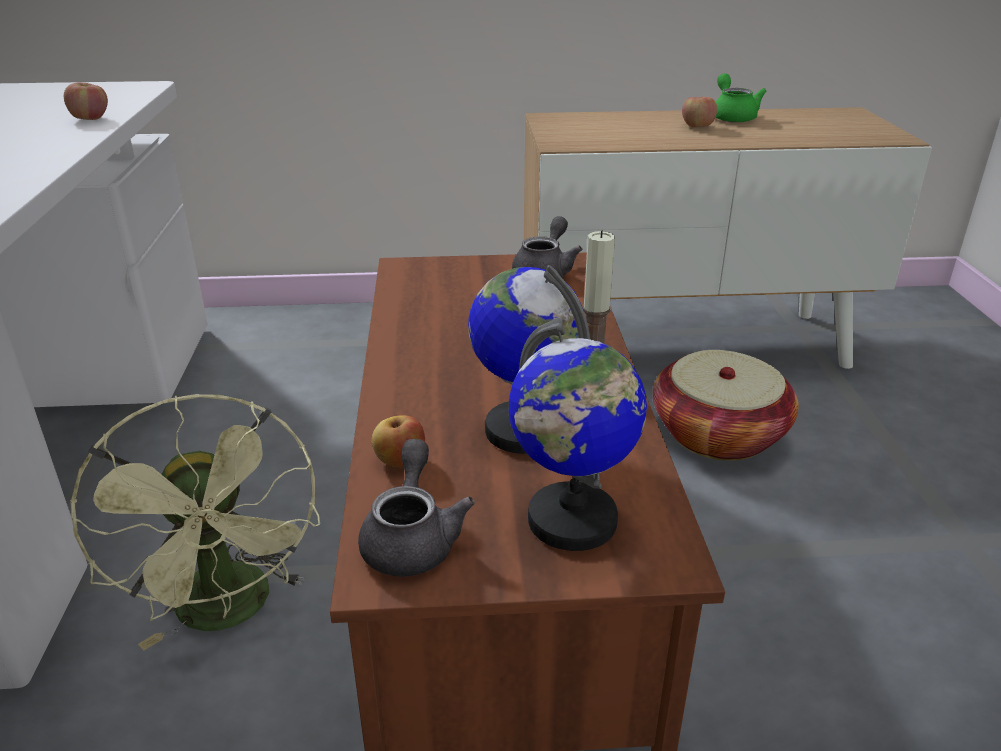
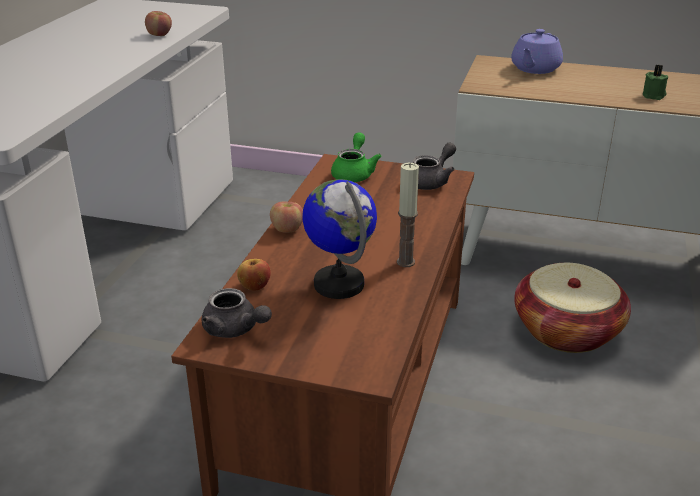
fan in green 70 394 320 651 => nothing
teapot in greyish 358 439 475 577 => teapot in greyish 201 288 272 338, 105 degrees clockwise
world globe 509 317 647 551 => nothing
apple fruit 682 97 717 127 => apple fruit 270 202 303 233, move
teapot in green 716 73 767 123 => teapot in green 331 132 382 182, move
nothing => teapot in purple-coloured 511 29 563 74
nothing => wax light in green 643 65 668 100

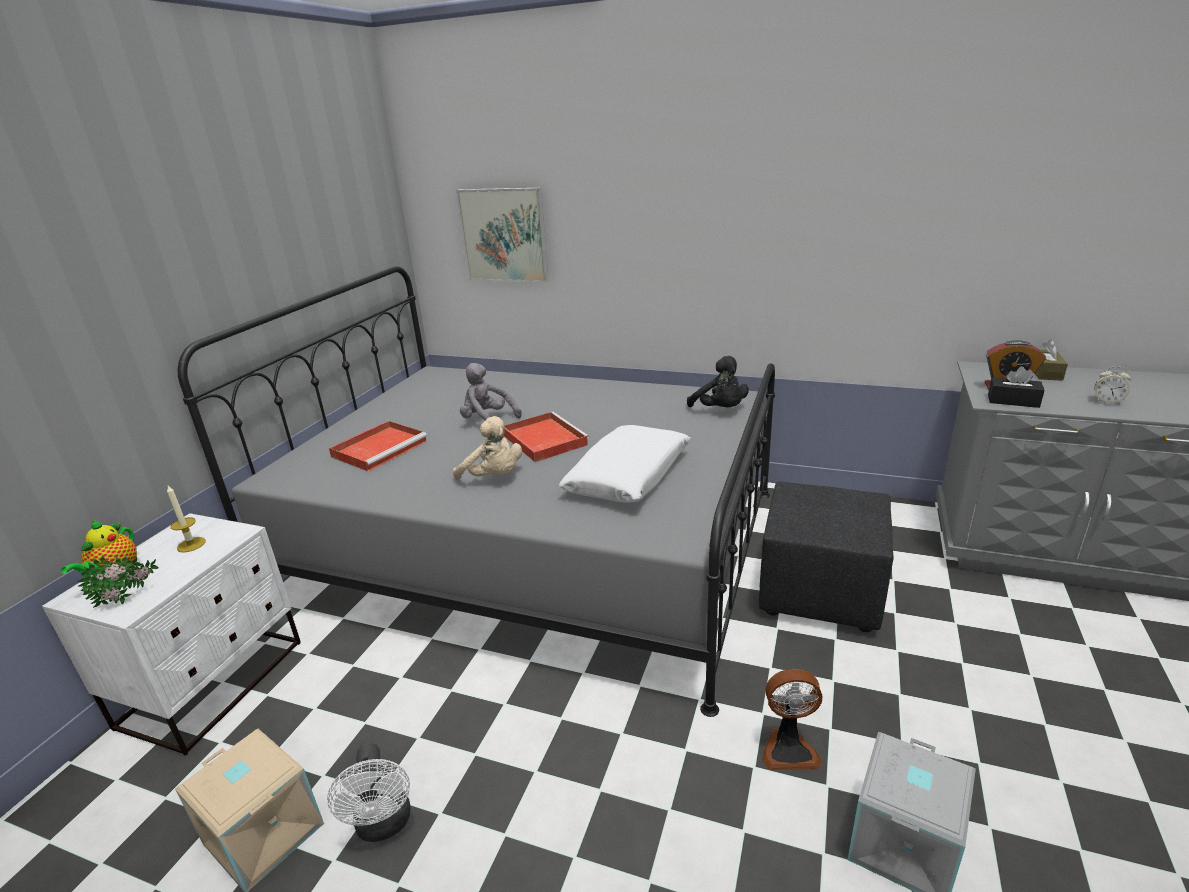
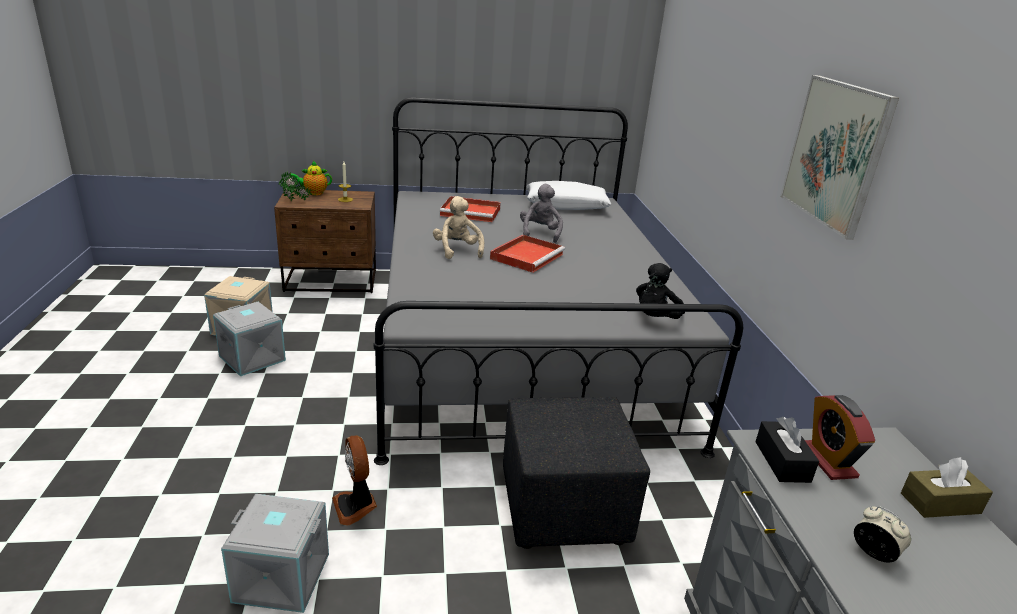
bedside table in whitish 42 513 301 755 => bedside table in brown 274 190 376 293
fan in whitish 327 743 411 842 => storage bin in greyish 213 302 286 377
cuddly toy in sand-coloured 453 416 522 480 => cuddly toy in sand-coloured 433 196 484 259, 150 degrees clockwise
wall picture 456 188 549 283 => wall picture 780 75 899 240, move
cushion in whitish 559 425 691 503 => cushion in whitish 527 181 611 210, move
alarm clock 1094 366 1132 405 => alarm clock 854 506 911 563, 135 degrees clockwise

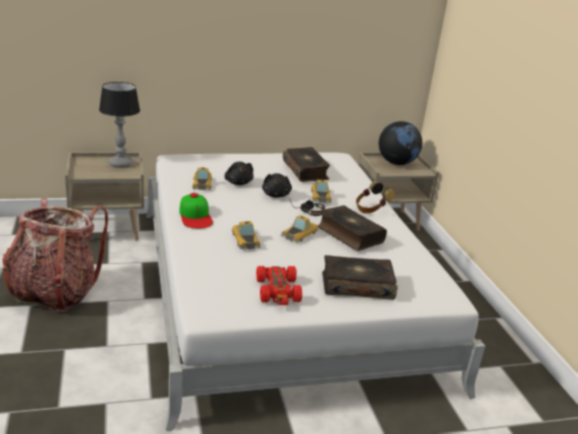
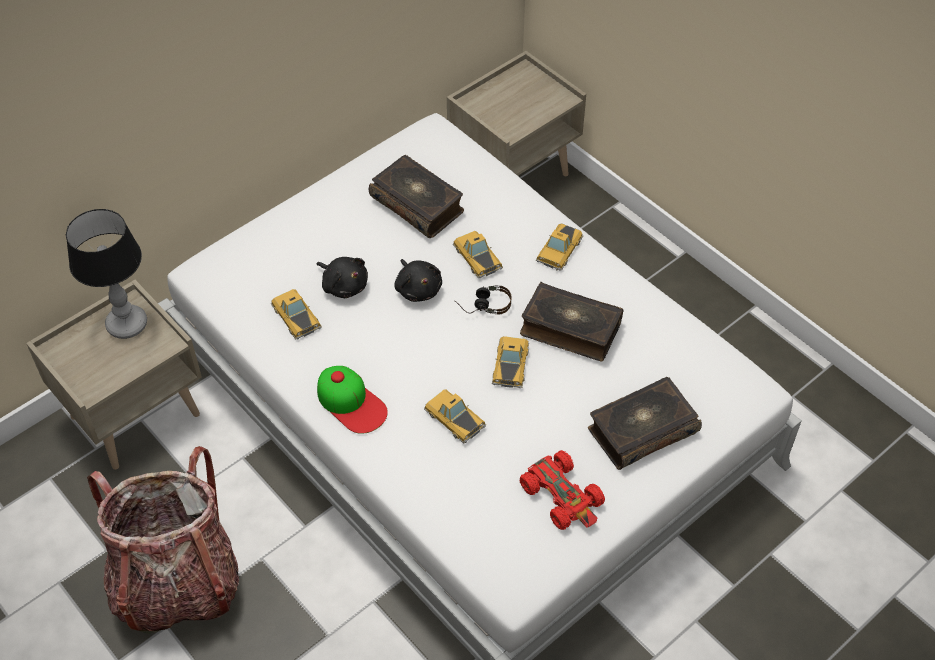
pair of headphones 356 181 395 214 => model car 536 223 583 271
world globe 379 121 422 165 => nothing

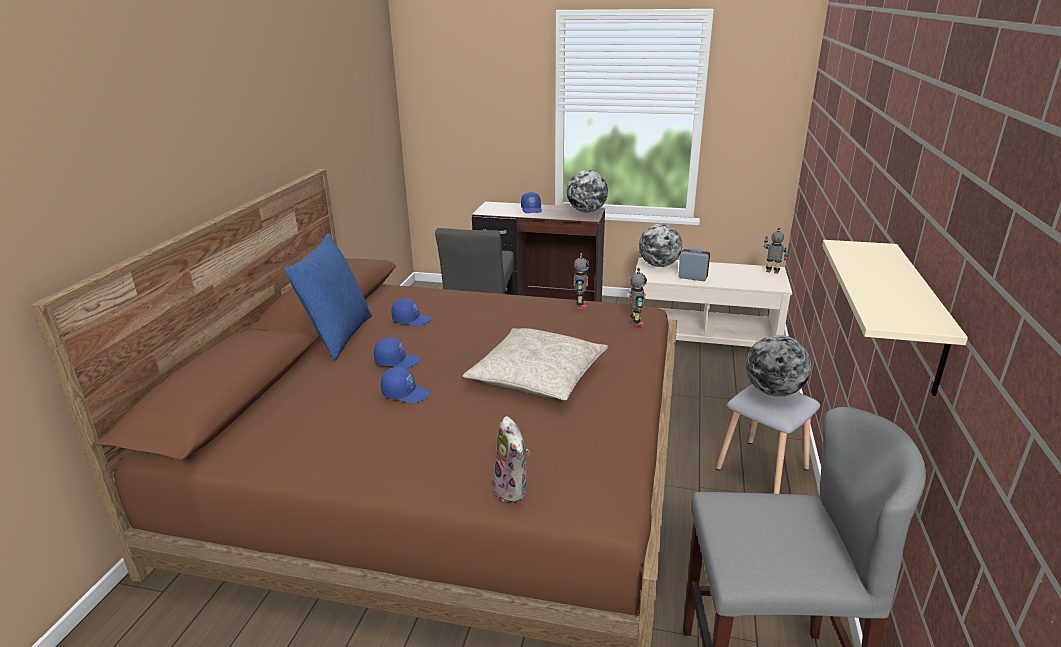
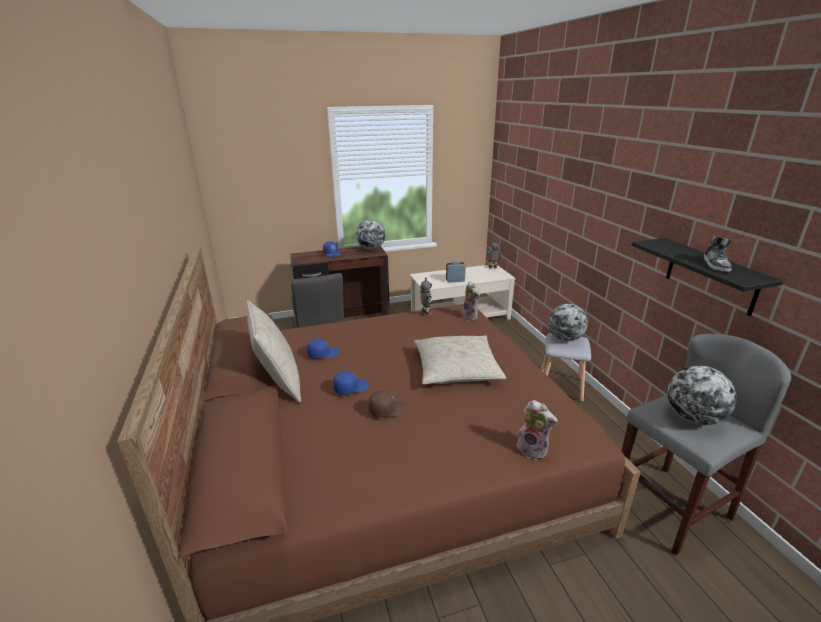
cushion in blue 284 233 372 360 => cushion in sand-coloured 247 300 301 402
peaked cap in blue 381 367 430 403 => peaked cap in brown 368 390 407 417
model robot 629 268 647 327 => cuddly toy 460 281 480 321
world globe 639 224 682 267 => world globe 667 366 737 425, move
shelf in sand-coloured 822 240 968 396 => shelf in black 631 238 783 316
nothing => low shoe 704 236 732 272

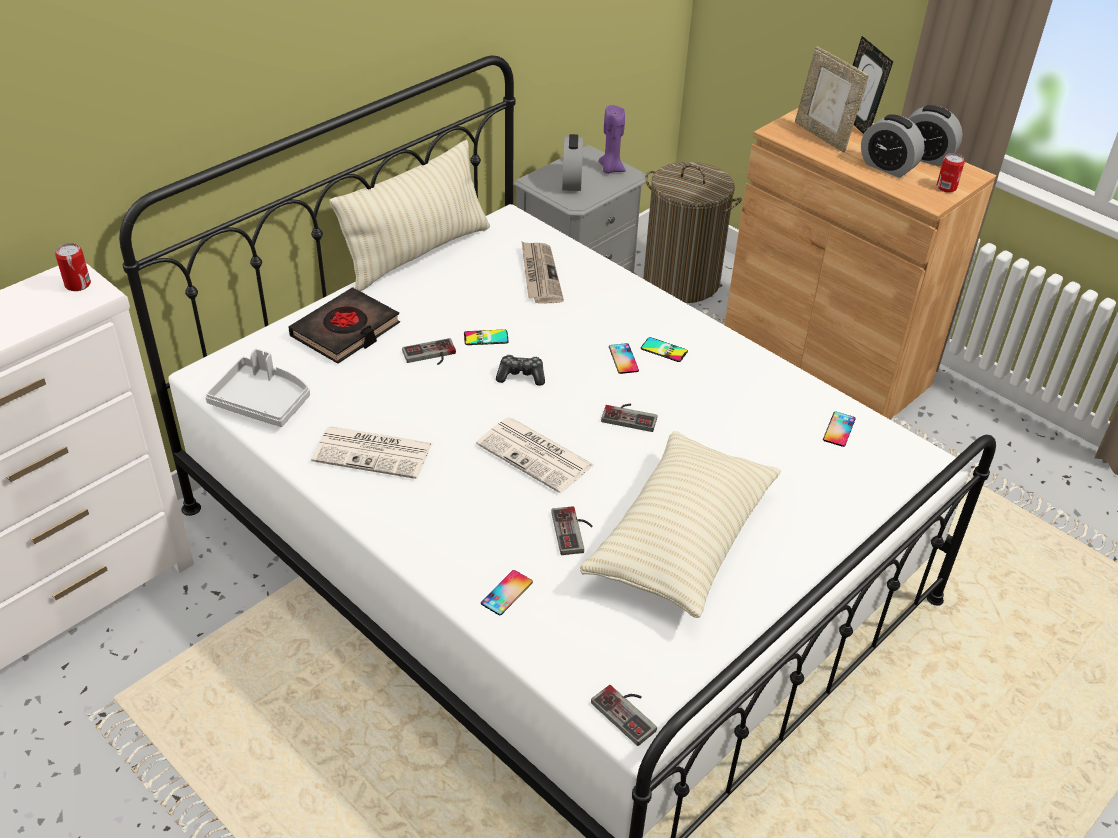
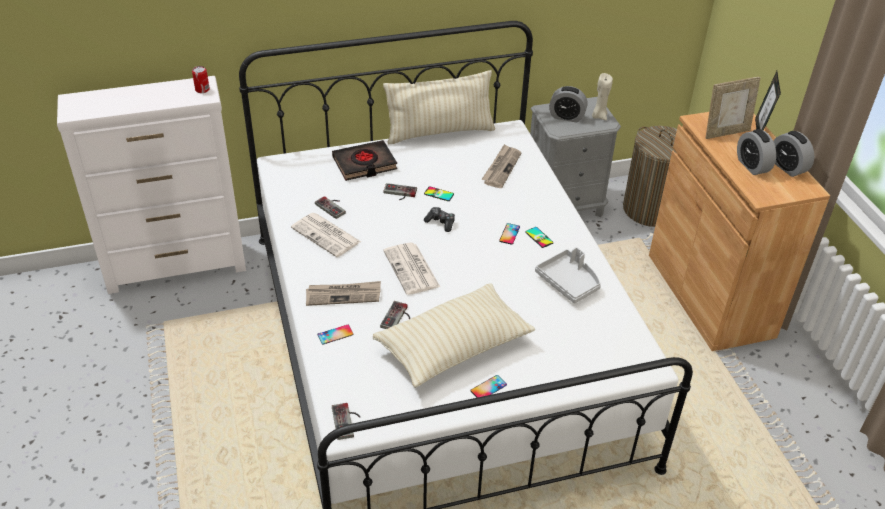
carrying tray in greyish 205 348 310 427 => carrying tray in greyish 535 247 601 303, move
alarm clock 562 134 583 191 => alarm clock 549 86 587 123, 105 degrees counterclockwise
wax light in purple-coloured 599 105 626 174 => wax light in sand-coloured 592 73 613 120
joypad 601 404 657 432 => joypad 315 196 346 219, move
standing frame 795 46 868 152 => standing frame 706 77 761 139, 105 degrees counterclockwise
phone 823 411 856 447 => phone 470 375 507 398, move
can 937 153 965 193 => nothing
nothing => printed paper 306 281 381 306

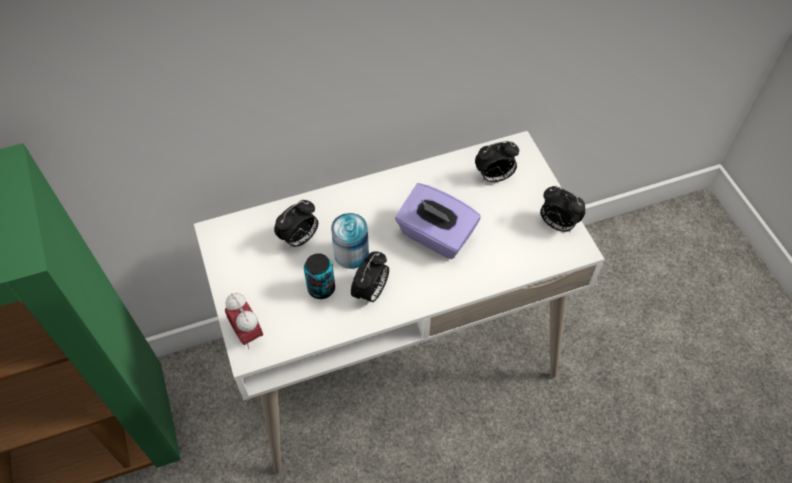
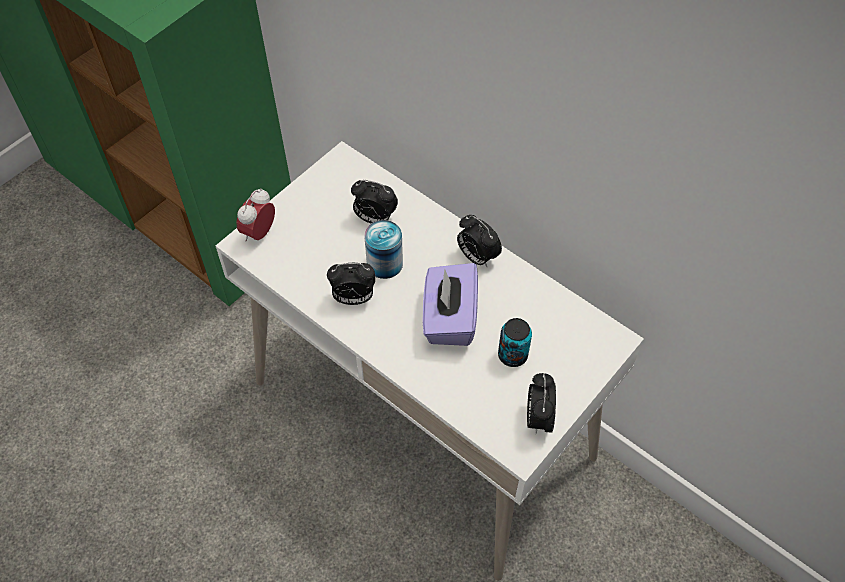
can 304 253 335 299 => can 498 318 532 367, move
alarm clock 475 141 519 182 => alarm clock 457 215 502 267, move

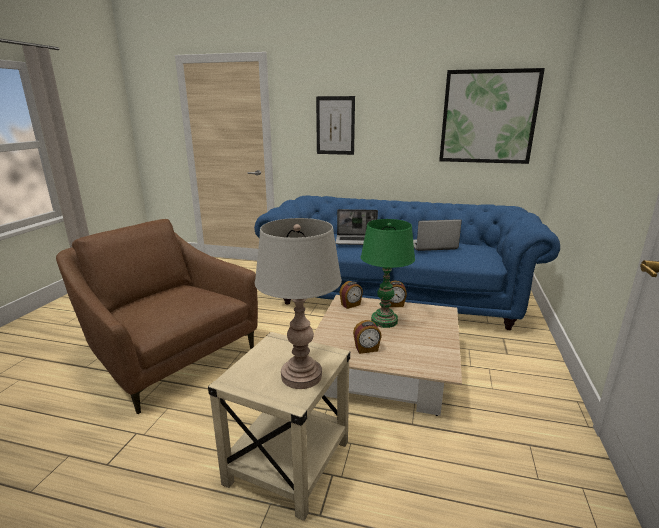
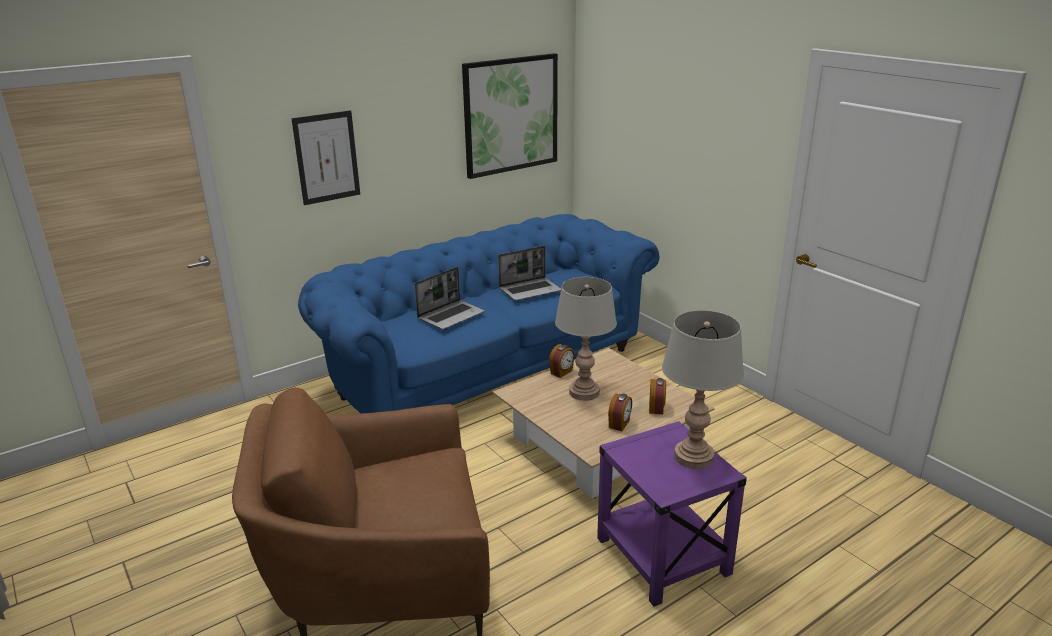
side table in sand-coloured 208 332 350 521 => side table in purple-coloured 597 421 747 607
alarm clock 340 281 363 309 => alarm clock 649 378 666 414, move
lamp for a table in green 361 219 415 328 => lamp for a table in greyish 555 277 617 401
laptop 413 219 462 251 => laptop 498 246 561 301, 150 degrees counterclockwise

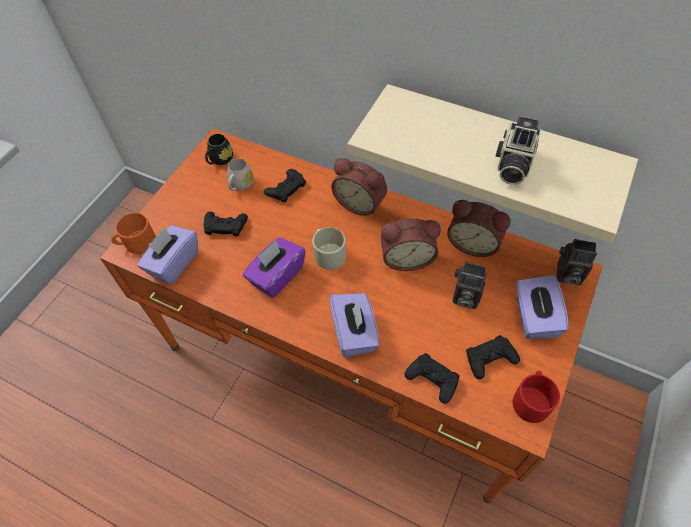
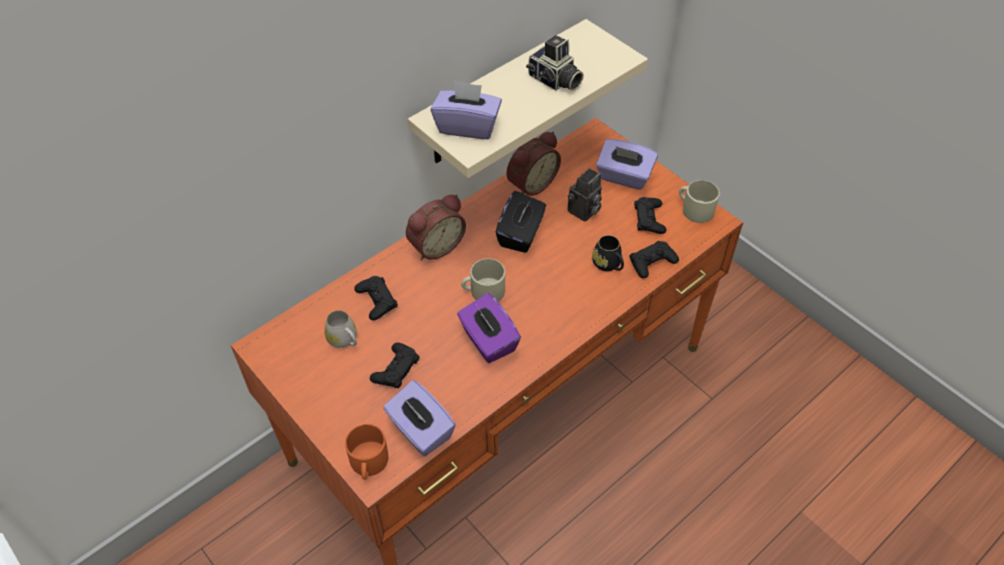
tea mug in black 205 134 233 165 => tea mug in black 592 235 624 271, move
box of tissues in purple-coloured 330 293 380 357 => box of tissues in purple-coloured 431 81 502 139, move
alarm clock 381 218 441 271 => box of tissues in black 496 191 546 253
tea mug in red-coloured 513 371 560 423 => tea mug in sand-coloured 679 180 720 223
still camera 557 239 597 285 => nothing

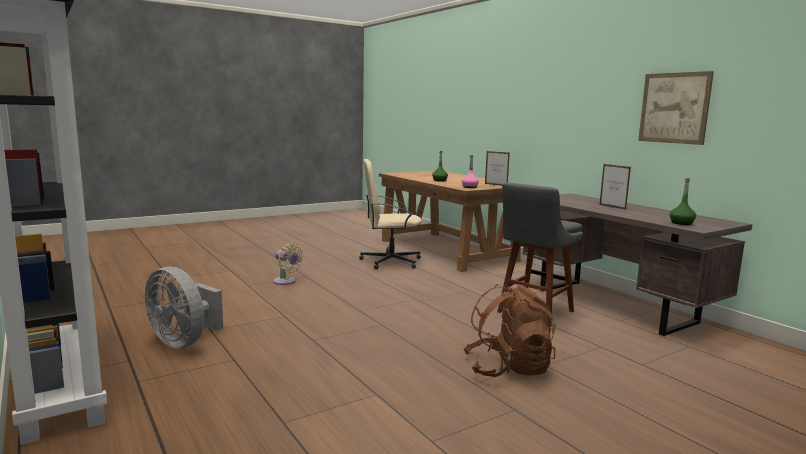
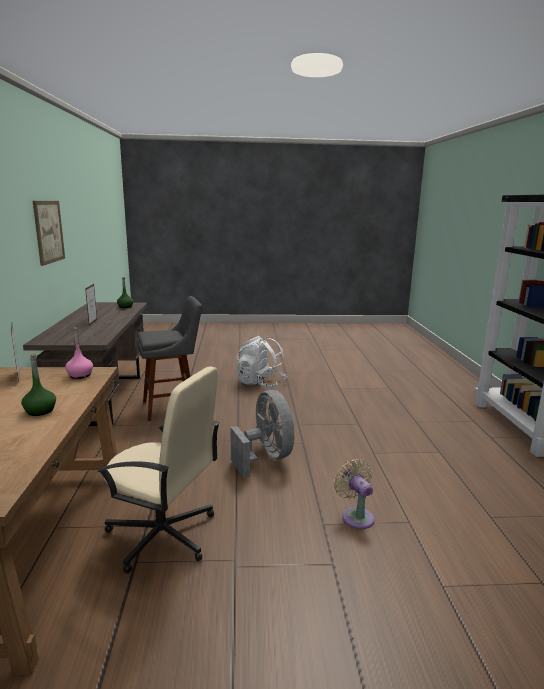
fan in greyish 145 266 223 349 => fan in greyish 230 390 294 478, move
backpack in brown 463 284 556 377 => backpack in whitish 237 336 287 388

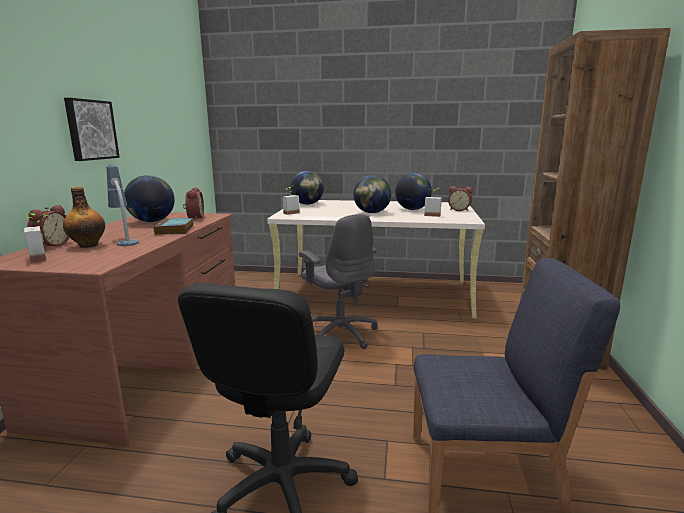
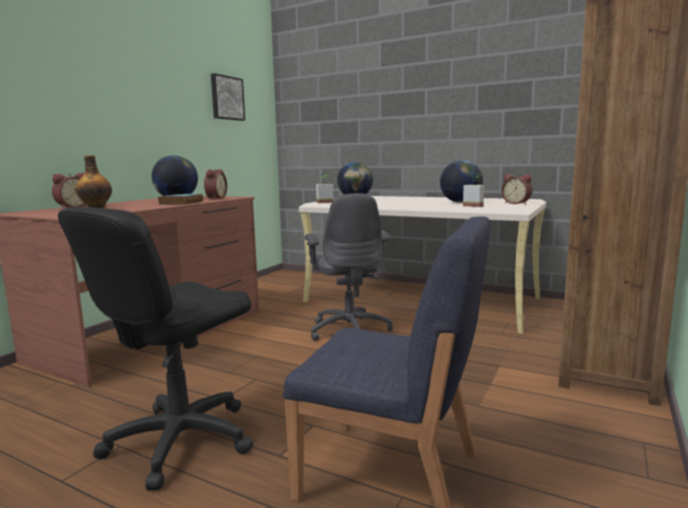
potted plant 24 212 50 262 => nothing
wall picture 64 98 120 161 => wall picture 211 73 245 121, move
lamp for a table 106 164 139 246 => nothing
world globe 353 175 391 213 => nothing

